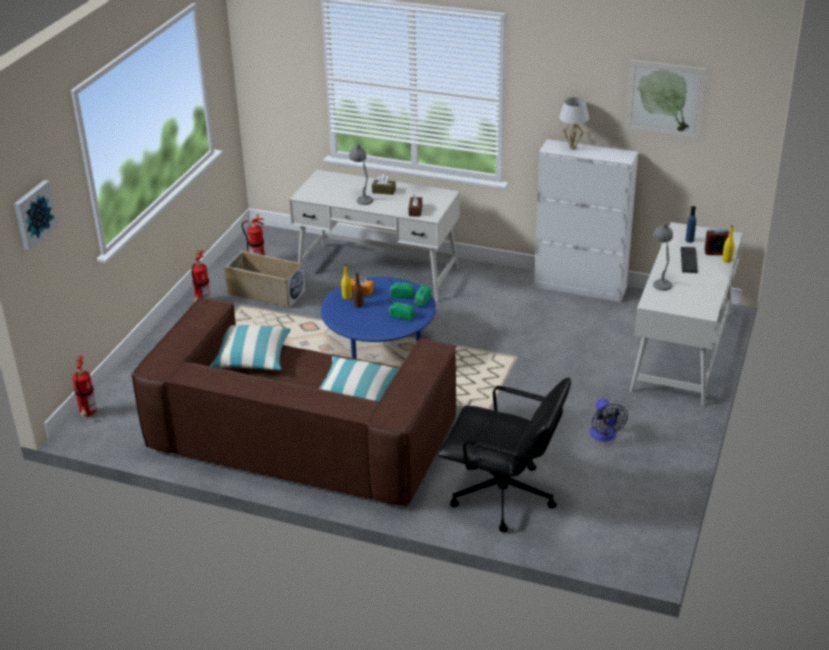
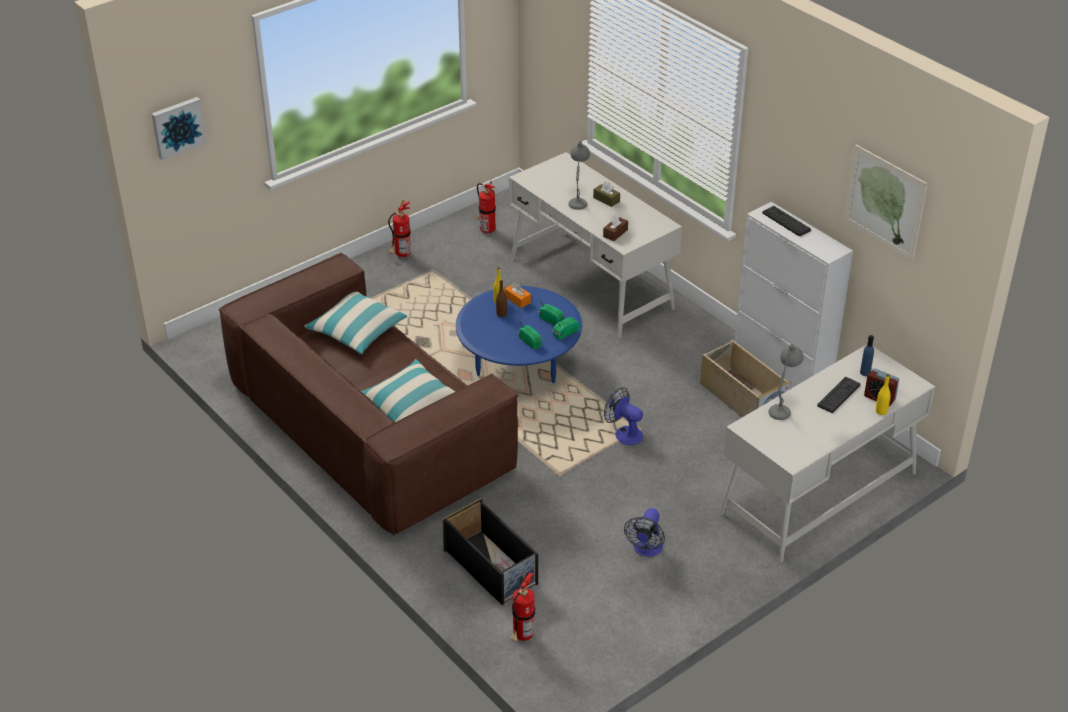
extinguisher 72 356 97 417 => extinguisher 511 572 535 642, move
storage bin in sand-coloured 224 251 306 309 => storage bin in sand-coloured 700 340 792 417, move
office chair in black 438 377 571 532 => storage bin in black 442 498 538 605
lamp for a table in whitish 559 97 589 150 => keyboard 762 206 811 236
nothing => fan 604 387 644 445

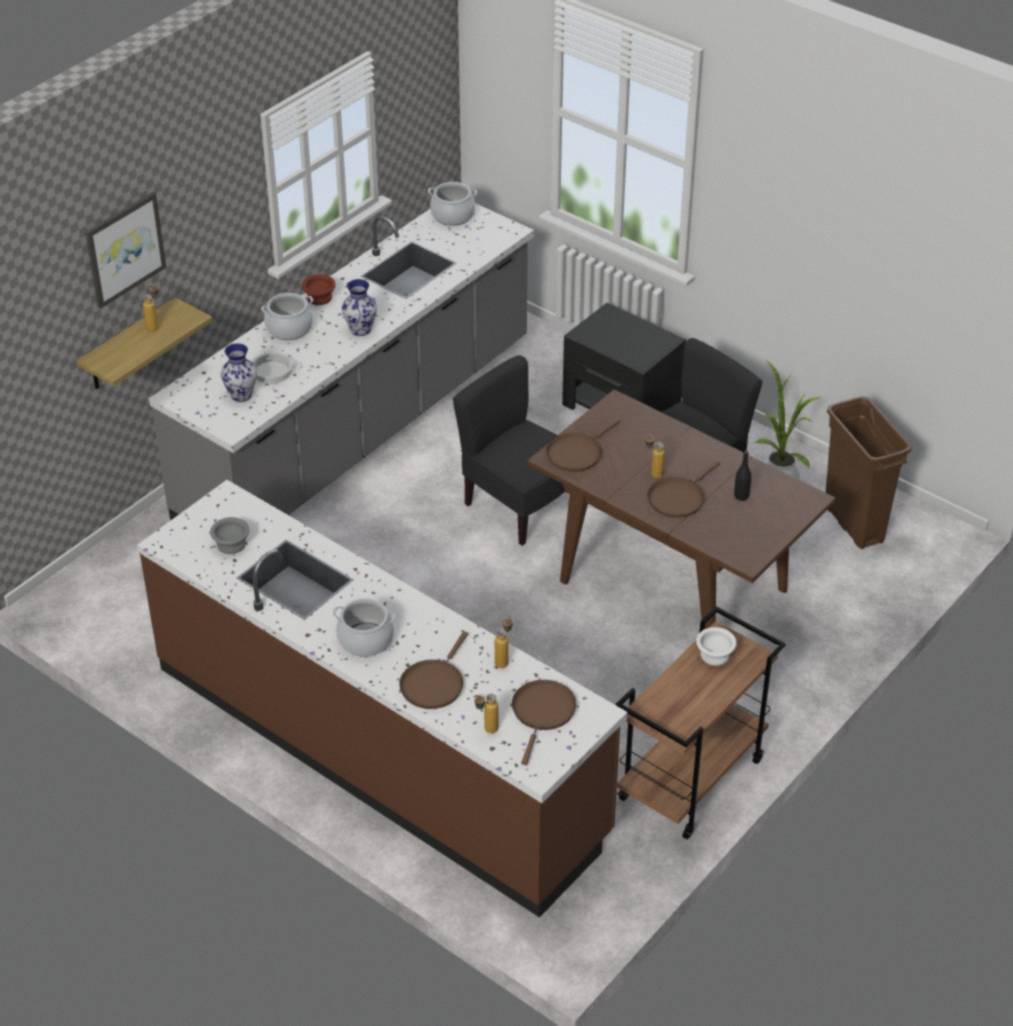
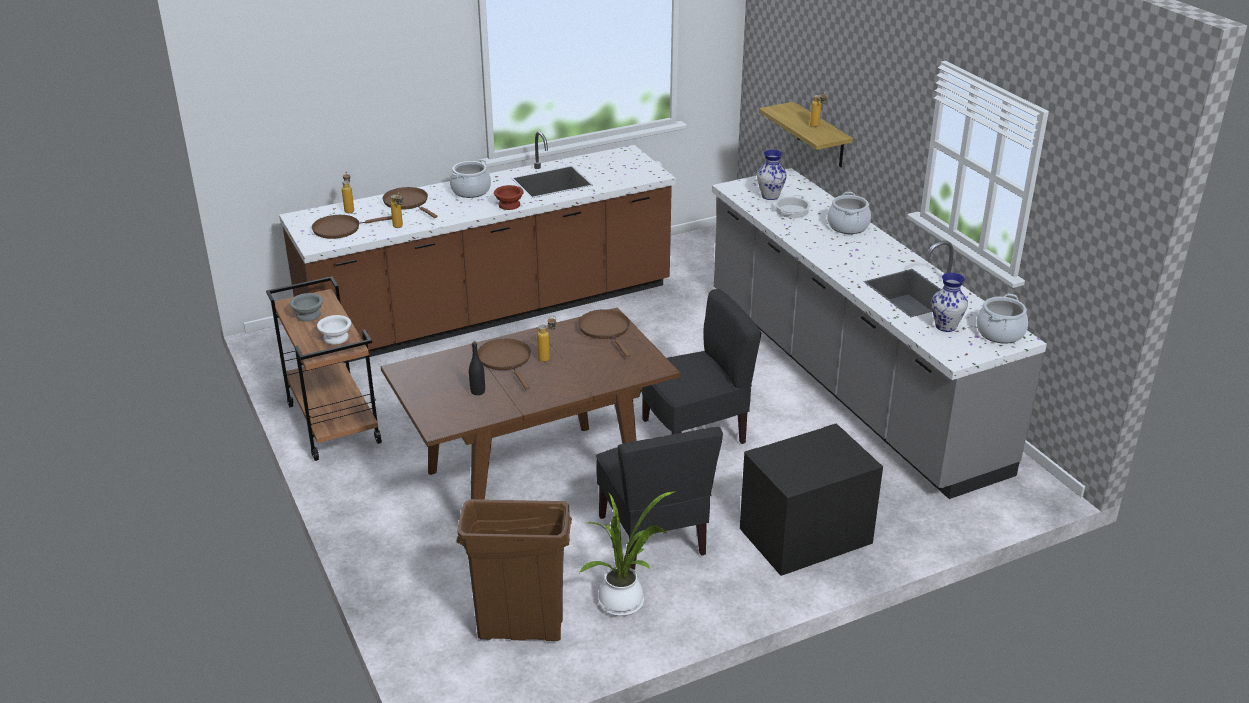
wall picture 85 192 166 309 => nothing
deep dish in greyish 210 517 249 554 => deep dish in greyish 290 293 323 322, move
deep dish in brown 302 274 336 305 => deep dish in brown 494 185 524 210, move
flower vase 342 279 377 336 => flower vase 931 273 968 332, move
frying pan in brown 512 680 576 765 => frying pan in brown 312 215 392 239, 120 degrees clockwise

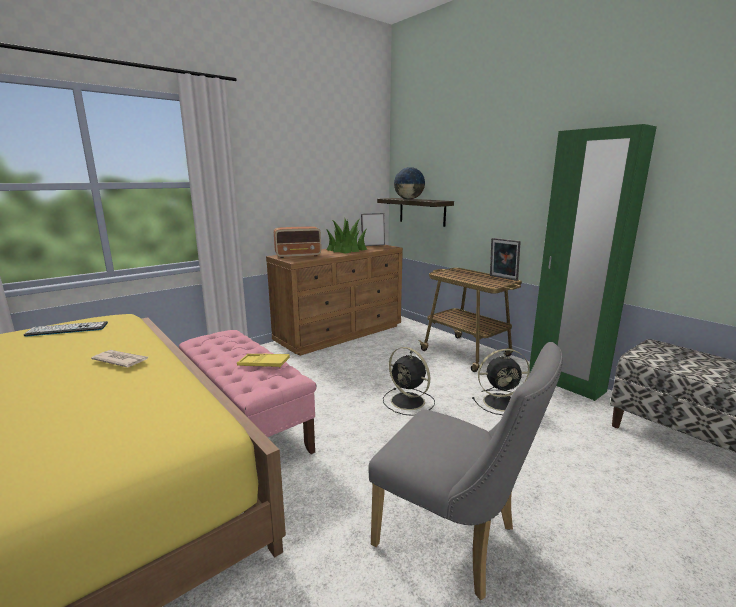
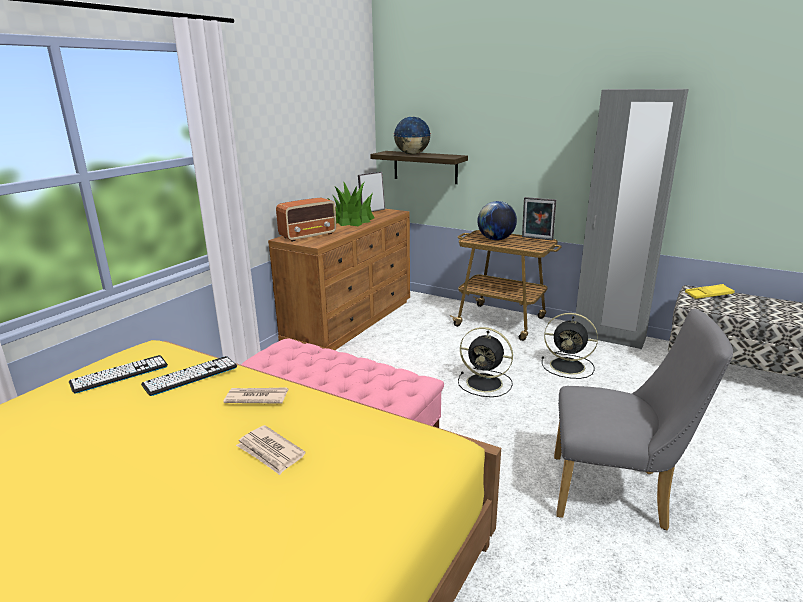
carrying tray in yellow-coloured 237 354 290 367 => carrying tray in yellow-coloured 685 284 735 299, move
fan in black 472 349 530 415 => fan in black 542 313 598 379, 45 degrees clockwise
wardrobe in green 529 124 657 401 => wardrobe in greyish 575 89 688 349
nothing => keyboard 141 356 237 396
nothing => printed paper 236 425 306 475
nothing => world globe 477 201 517 240

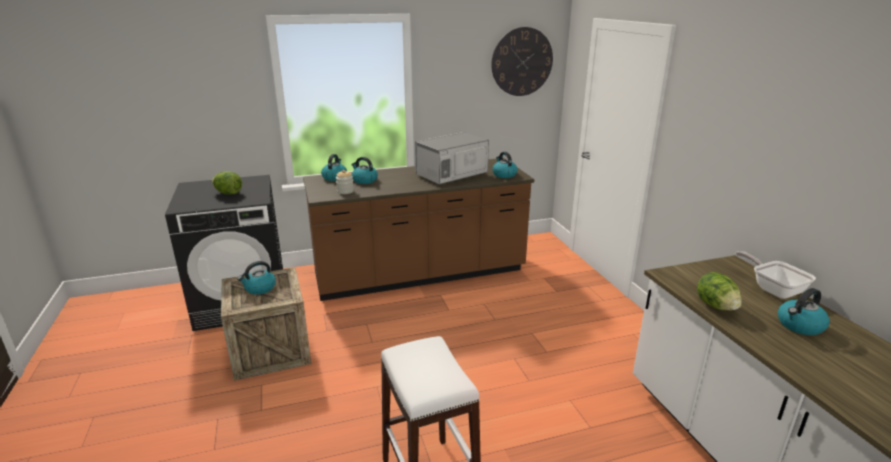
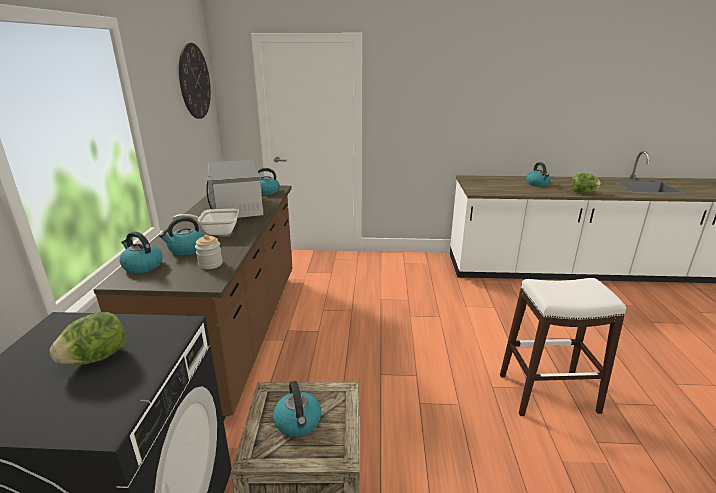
lettuce head 697 272 742 311 => lettuce head 571 173 601 193, move
frying pan 736 251 816 299 => frying pan 173 209 239 235, move

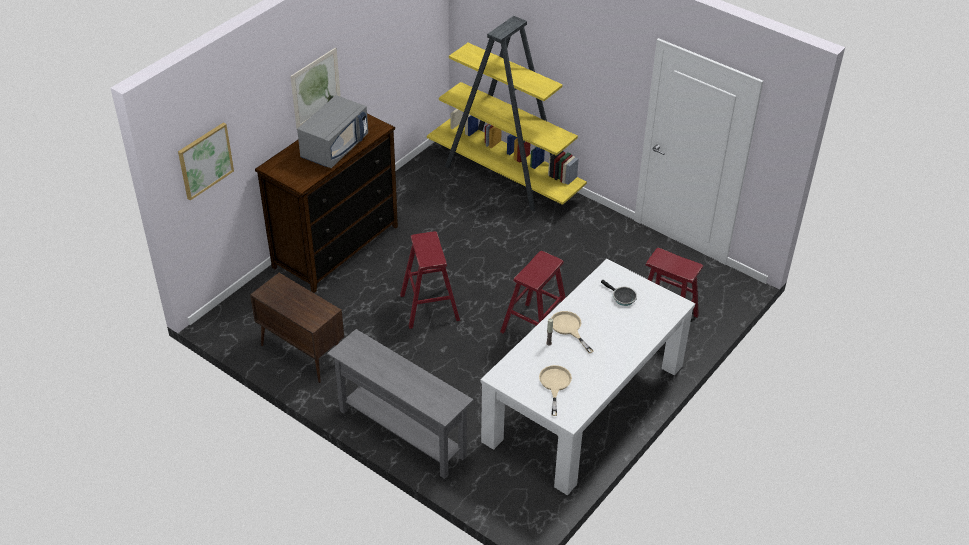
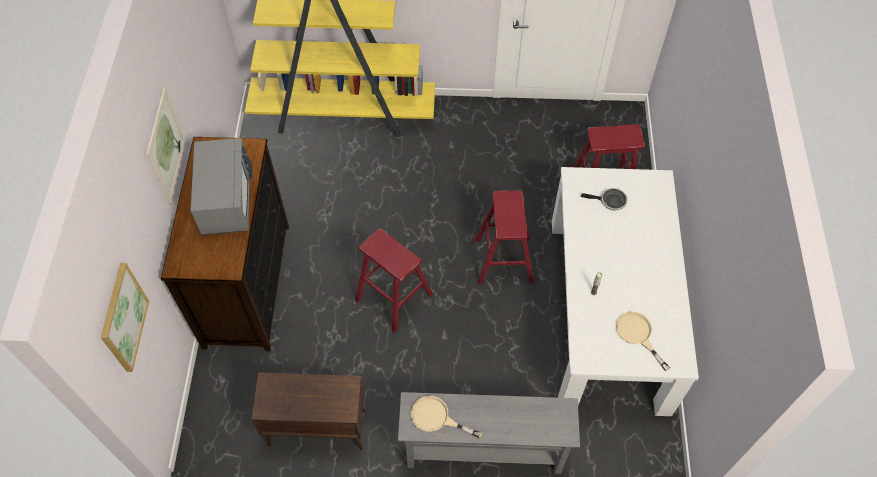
frying pan in sand-coloured 551 311 593 353 => frying pan in sand-coloured 411 396 482 438, move

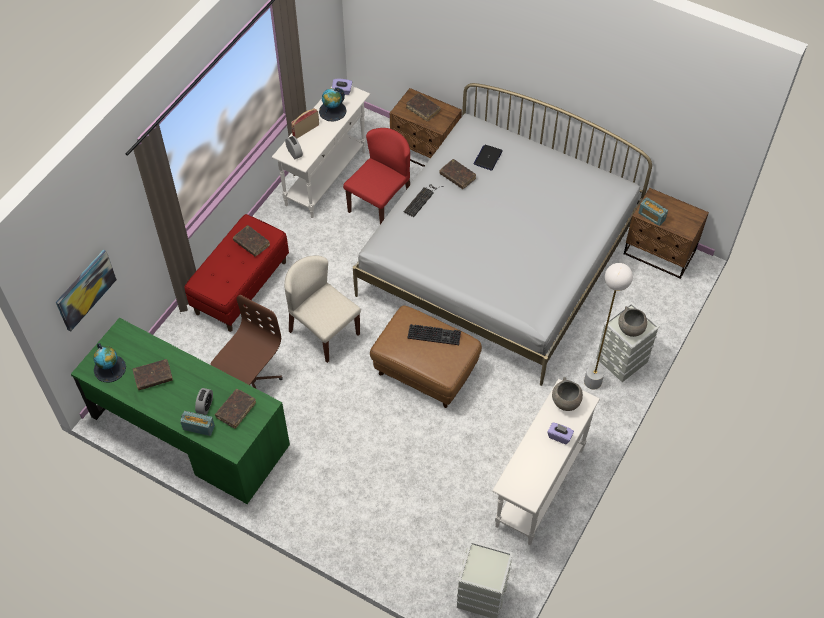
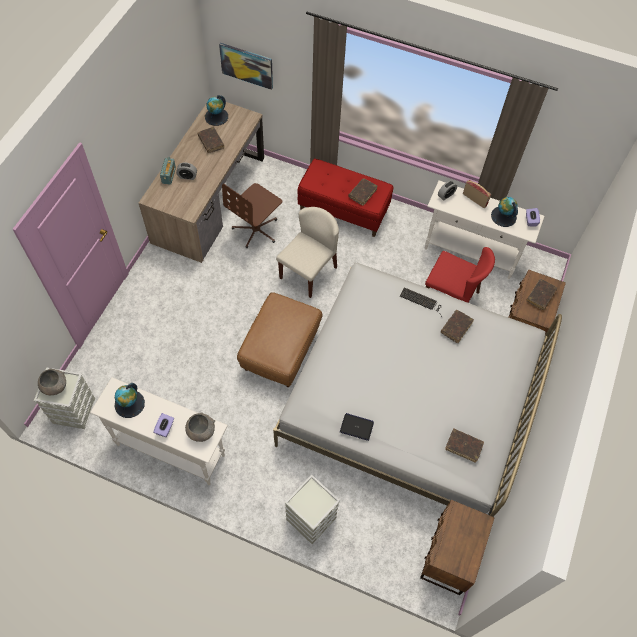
desk in green 71 318 290 504 => desk in brown 139 97 264 263
office chair in brown 211 295 282 388 => office chair in brown 222 183 282 248, 105 degrees clockwise
volume in brown 215 389 256 429 => volume in brown 445 429 484 463, move
keyboard 407 324 461 345 => nothing
laptop 473 145 502 171 => laptop 340 413 374 441, move
floor lamp in whitish 584 263 633 390 => nothing
deep dish in greyish 618 306 647 337 => deep dish in greyish 38 368 66 395, move
radio 638 197 668 226 => nothing
nothing => world globe 114 383 145 418

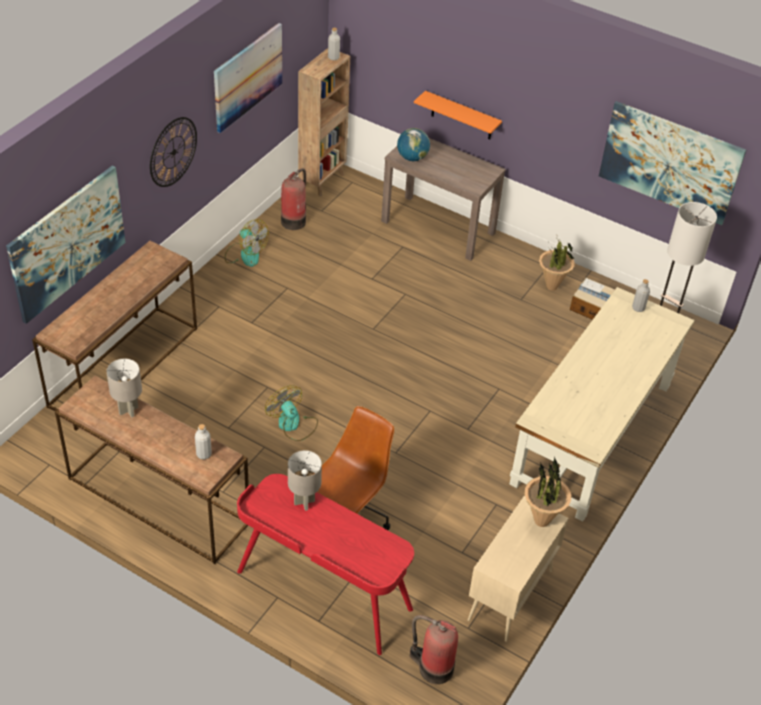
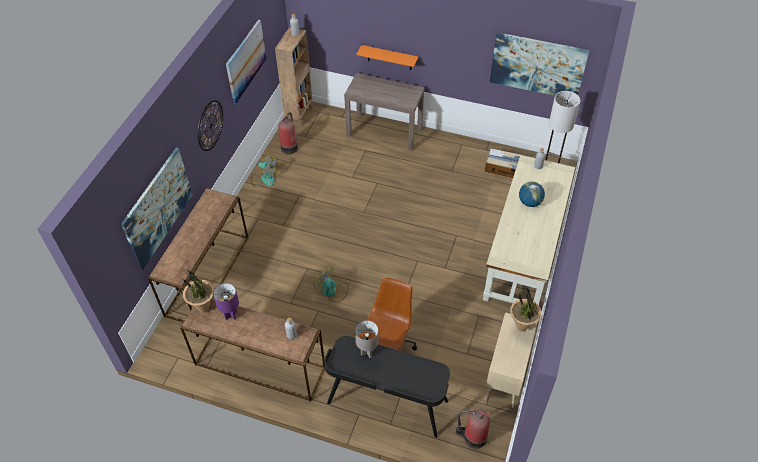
lamp for a table in greyish 106 359 142 417 => lamp for a table in purple-coloured 213 283 239 320
desk in red-coloured 237 474 414 655 => desk in black 324 336 450 438
world globe 397 128 430 161 => world globe 519 181 545 207, move
potted plant 539 239 575 290 => potted plant 183 271 214 313, move

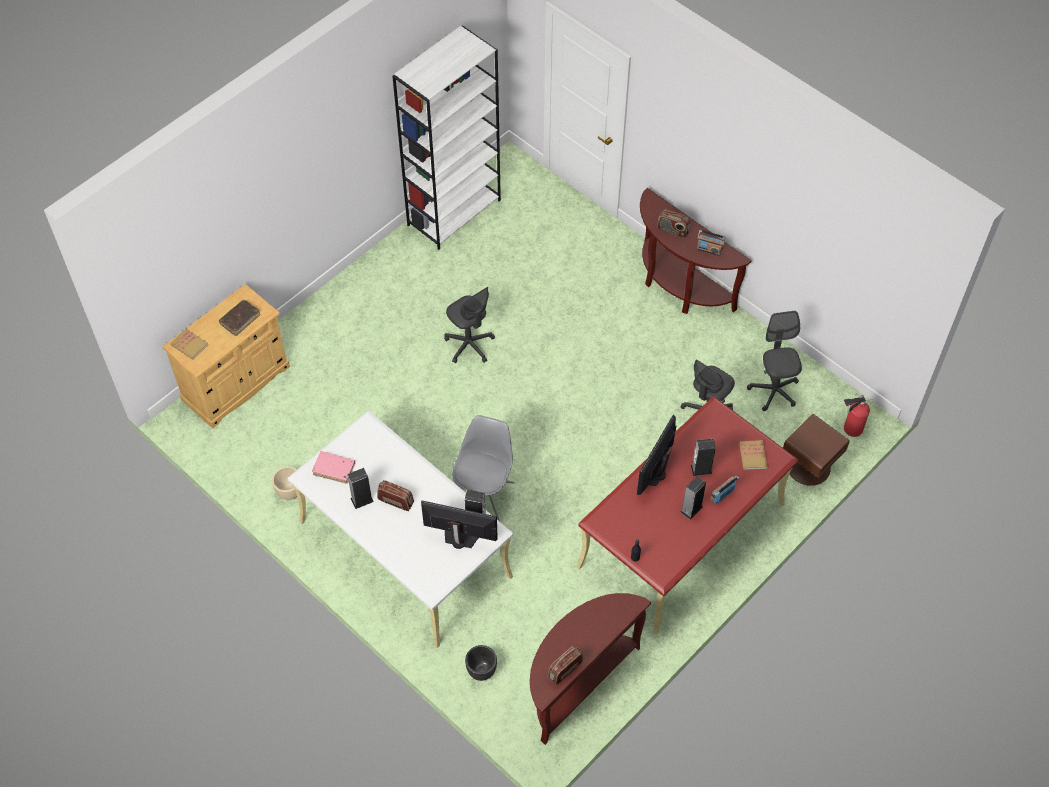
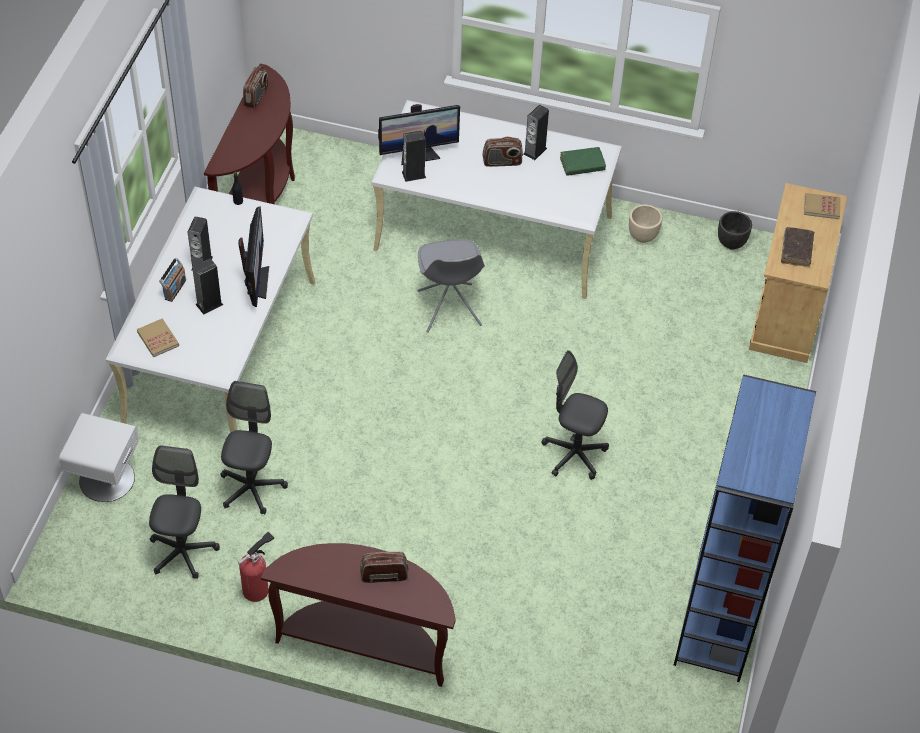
volume in pinkish 312 451 355 484 => volume in green 560 147 606 175
shelving unit in whitish 392 25 501 250 => shelving unit in blue 674 374 816 682
plant pot in black 465 645 497 681 => plant pot in black 718 211 752 249, move
desk in red-coloured 577 396 798 635 => desk in whitish 106 187 315 433
radio 697 230 726 256 => nothing
office chair in greyish 747 311 802 411 => office chair in greyish 149 445 220 579, 135 degrees counterclockwise
bedside table in brown 783 414 850 486 => bedside table in whitish 59 413 139 502
extinguisher 844 393 874 437 => extinguisher 238 532 274 602, move

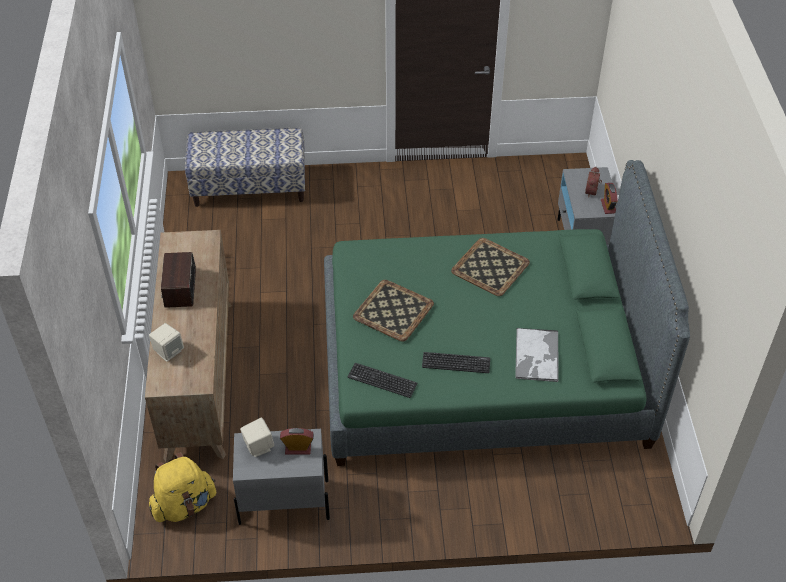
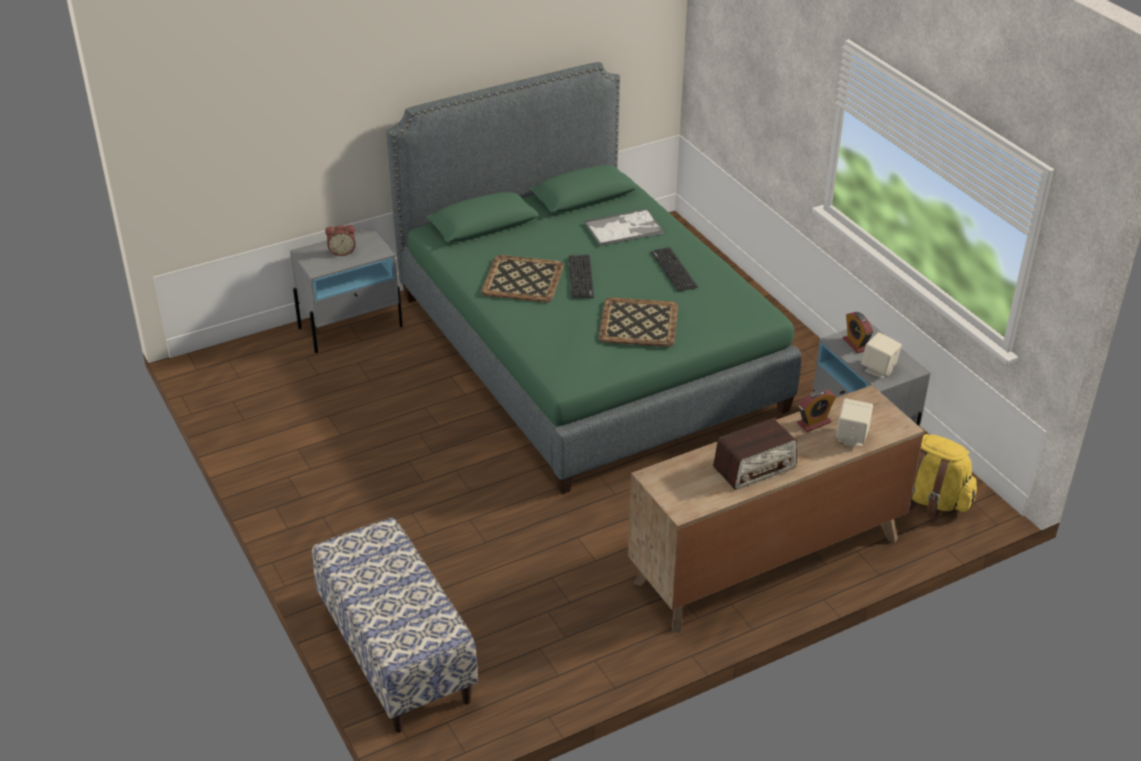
keyboard 348 363 418 398 => keyboard 569 255 594 299, move
alarm clock 601 183 618 214 => alarm clock 797 389 836 432, move

